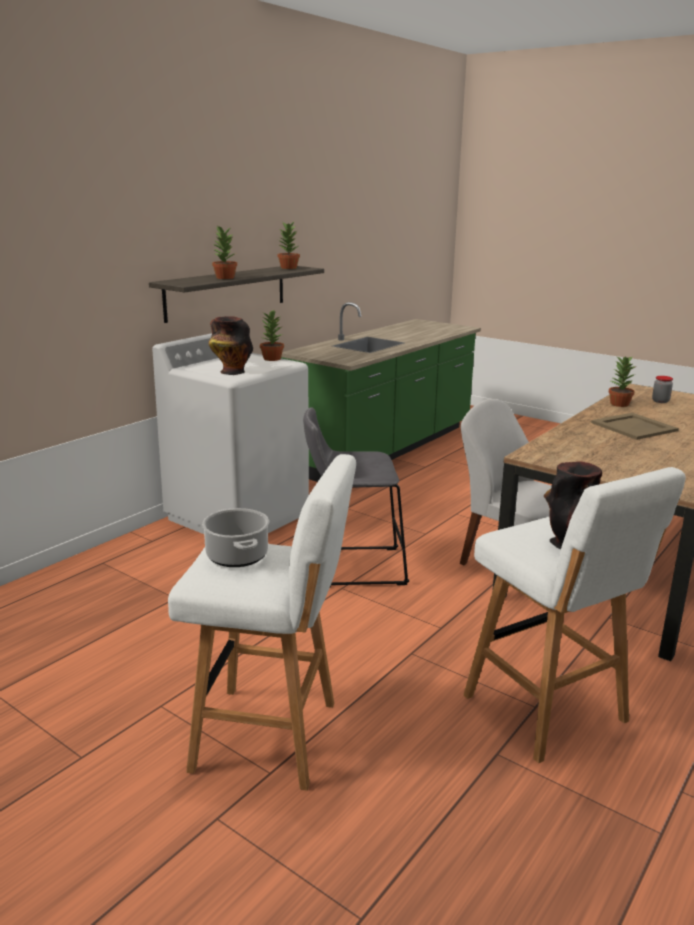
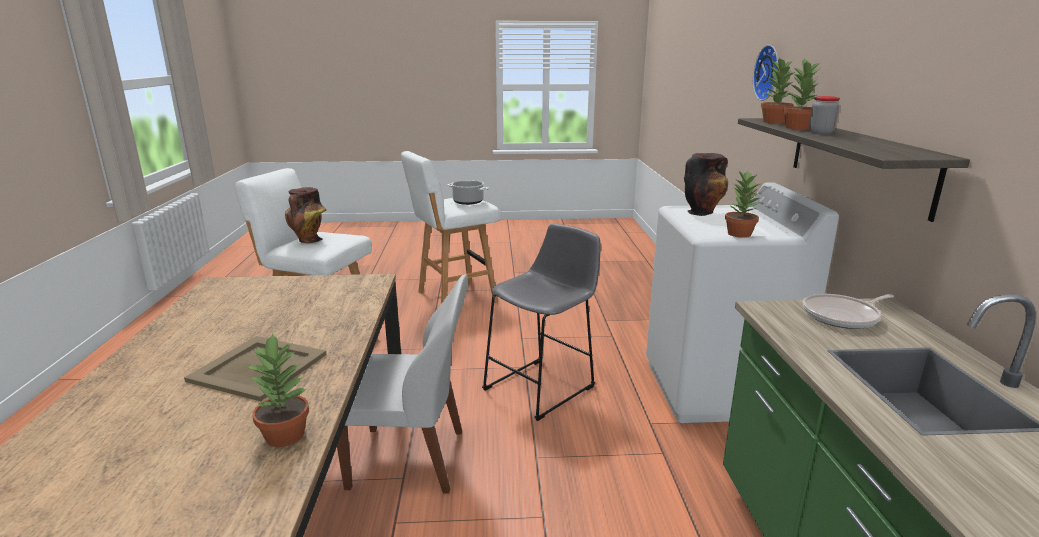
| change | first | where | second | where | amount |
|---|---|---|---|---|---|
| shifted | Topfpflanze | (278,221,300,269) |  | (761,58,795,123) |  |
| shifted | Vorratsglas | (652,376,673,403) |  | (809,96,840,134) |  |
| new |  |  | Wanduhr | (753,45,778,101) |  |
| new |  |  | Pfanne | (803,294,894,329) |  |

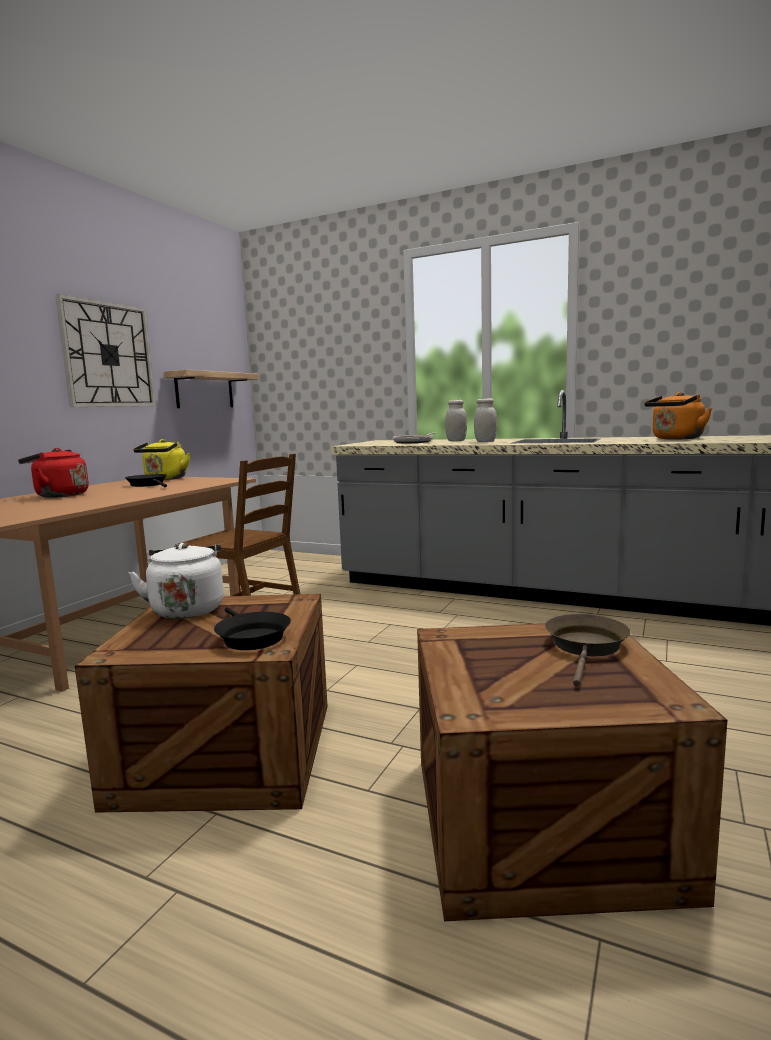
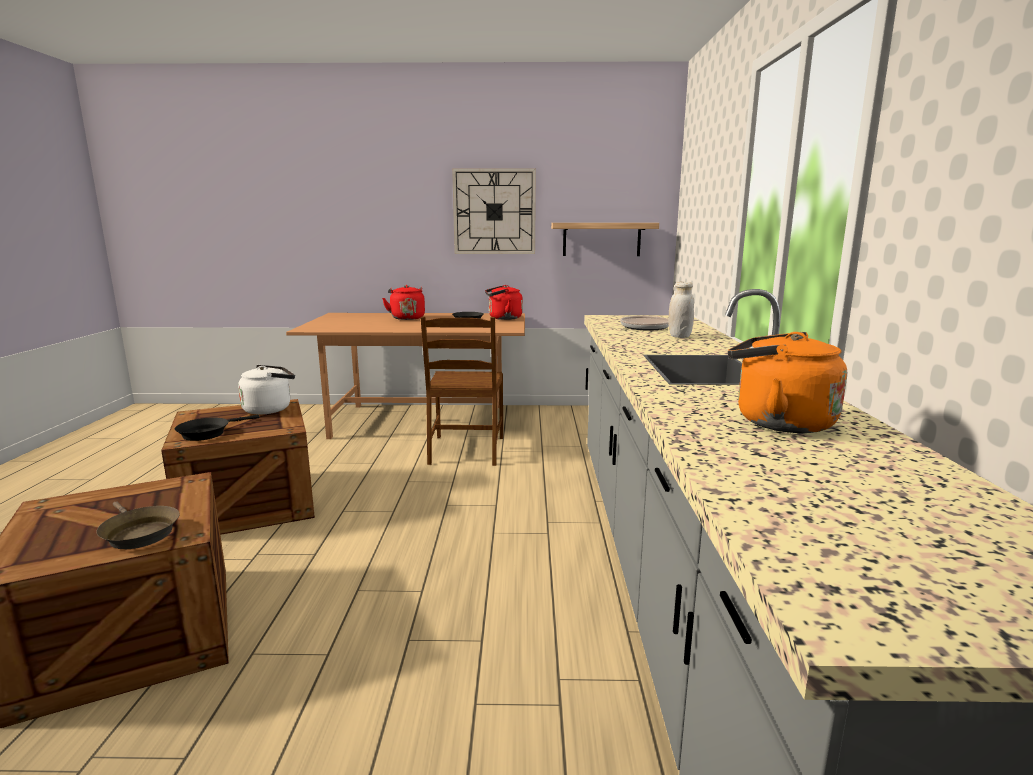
| change | first | where | second | where | amount |
|---|---|---|---|---|---|
| repainted | Wasserkessel [gelb] | (133,439,190,480) | Wasserkessel [rot] | (485,285,523,320) |  |
| gone | Vorratsglas [weiß] | (474,398,497,442) |  |  |  |
| rotated | Pfanne [braun] | (545,614,631,686) |  | (96,502,180,549) | 45 degrees clockwise |

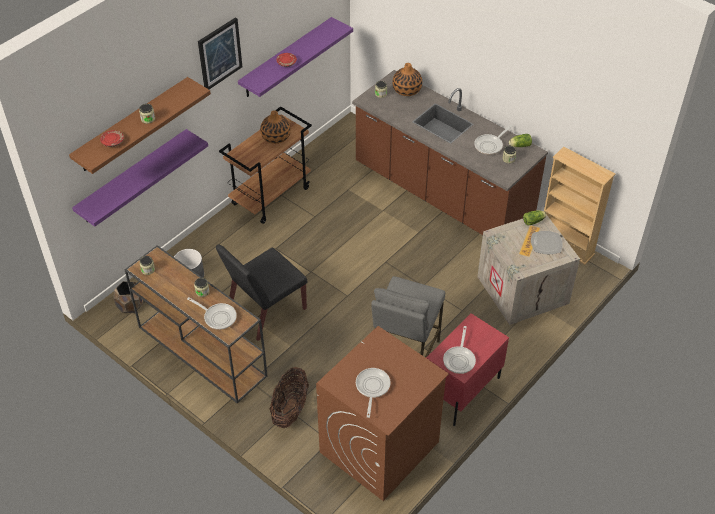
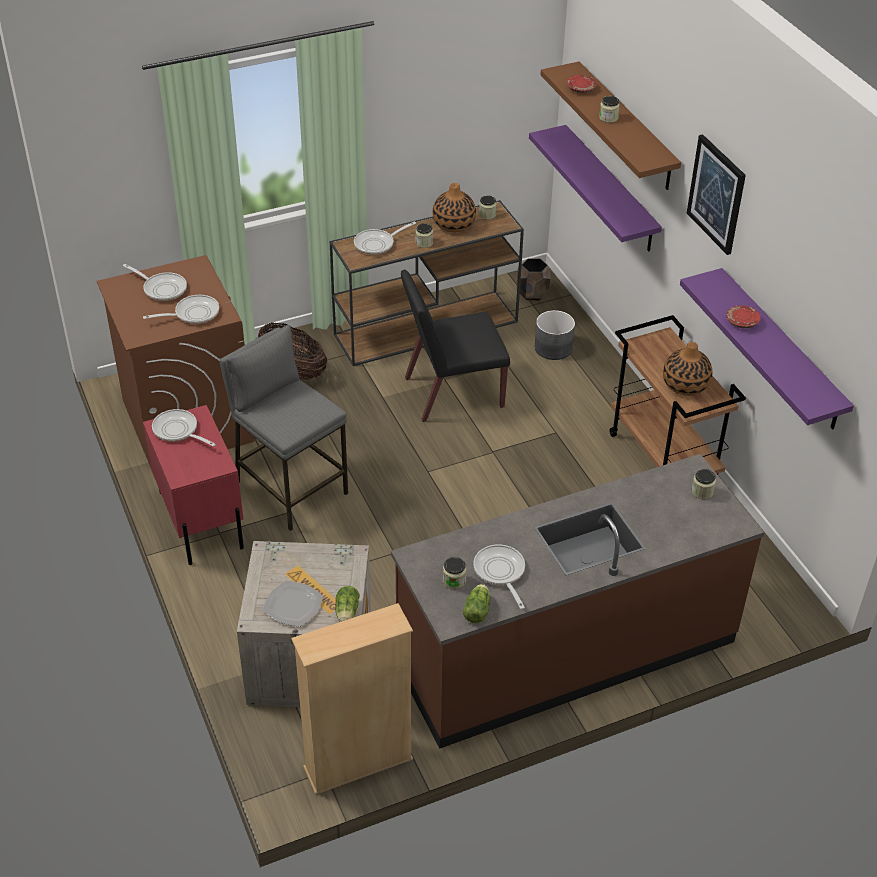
| change | first | where | second | where | amount |
|---|---|---|---|---|---|
| rotated | Stuhl [schwarz] | (216,244,308,341) |  | (401,270,510,422) | 90 degrees counterclockwise |
| shifted | Vase | (392,63,422,96) |  | (433,183,476,232) |  |
| new |  |  | Pfanne | (143,295,219,324) |  |

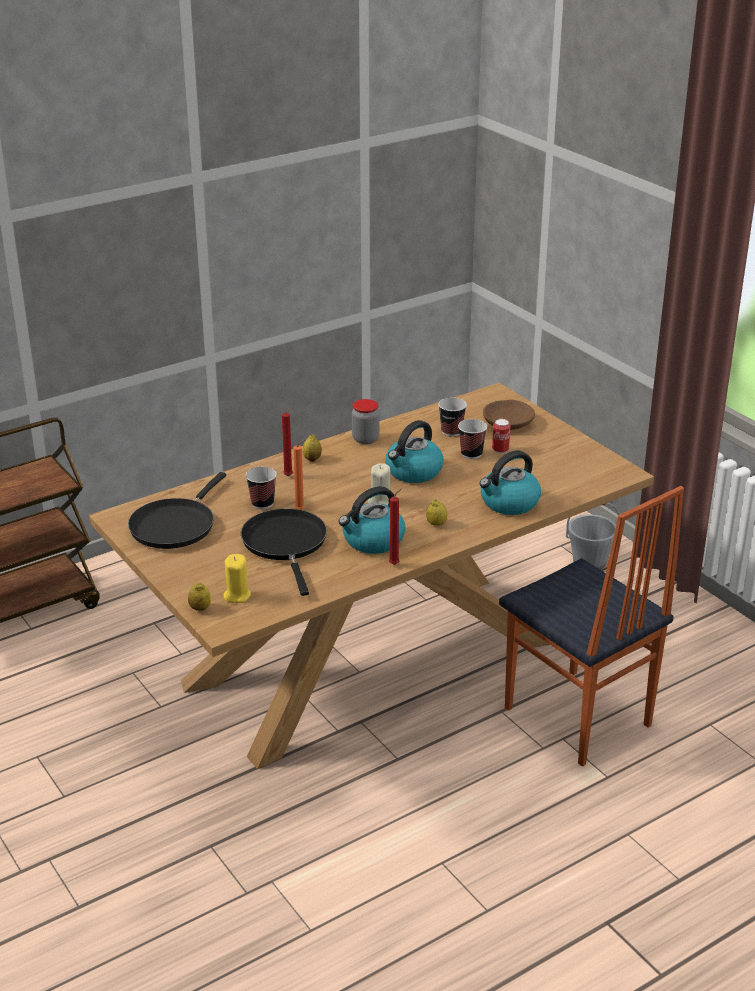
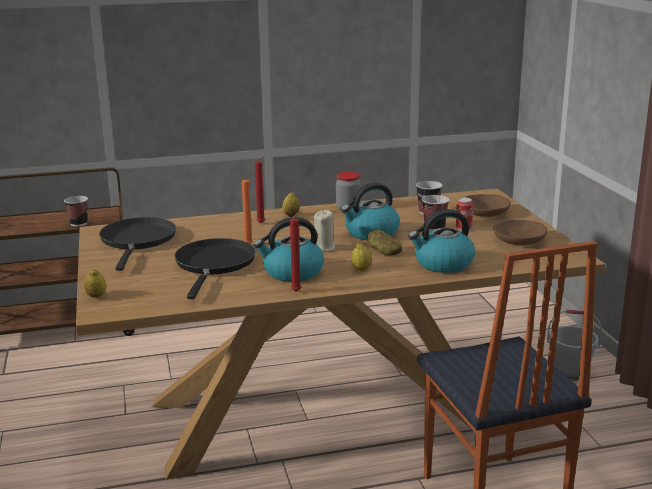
| change | first | where | second | where | amount |
|---|---|---|---|---|---|
| rotated | Pfanne [schwarz] | (128,472,226,549) |  | (99,217,176,271) | 135 degrees clockwise |
| gone | Kerze [gelb] | (224,554,251,603) |  |  |  |
| shifted | Tasse | (246,467,277,509) |  | (64,196,88,227) |  |
| new |  |  | Kartoffel | (367,230,402,255) |  |
| new |  |  | Schüssel [braun] | (493,219,548,245) |  |

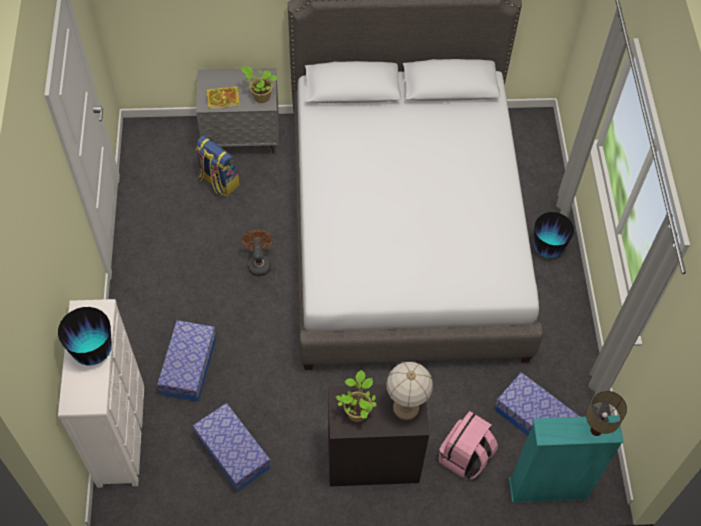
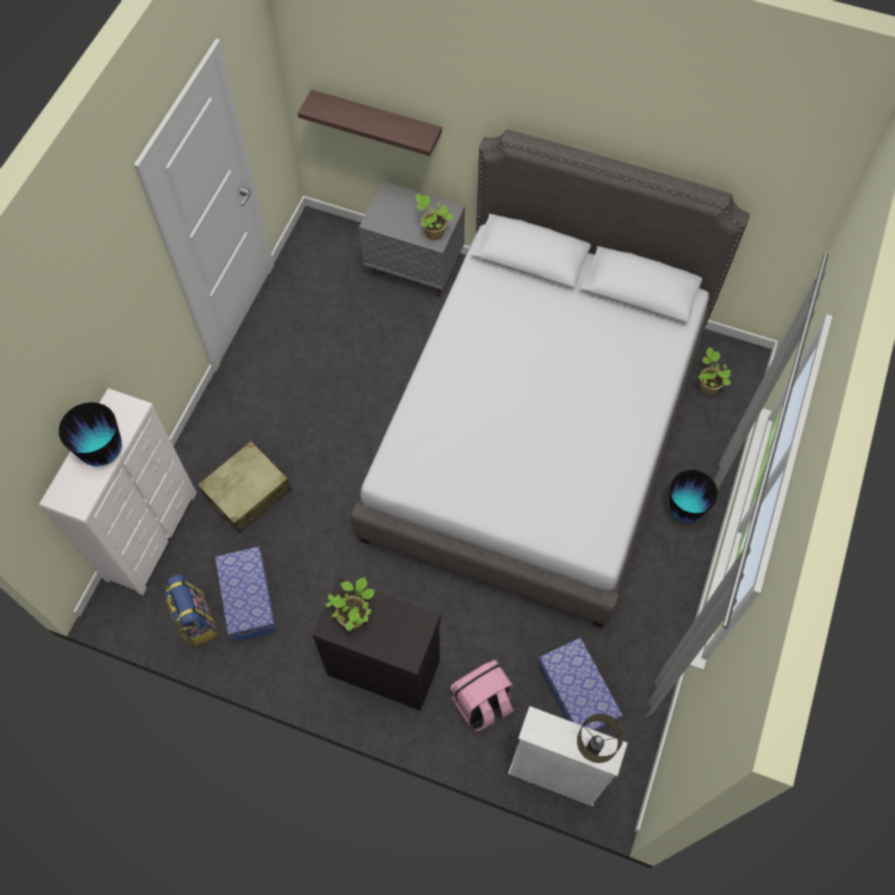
| change | first | where | second | where | amount |
|---|---|---|---|---|---|
| swapped | Aufbewahrungsbox | (157,320,216,401) | Koffer [beige] | (198,441,292,533) |  |
| shifted | Rucksack | (196,135,240,197) |  | (165,574,218,647) |  |
| gone | Buch | (206,86,239,109) |  |  |  |
| gone | Ventilator [braun] | (241,230,273,276) |  |  |  |
| gone | Tischlampe | (386,362,433,420) |  |  |  |
| repainted | Bücherregal [türkis] | (509,415,624,503) | Bücherregal [weiß] | (508,706,627,807) |  |
| new |  |  | Wandregal | (298,89,442,156) |  |
| new |  |  | Topfpflanze | (698,347,731,395) |  |

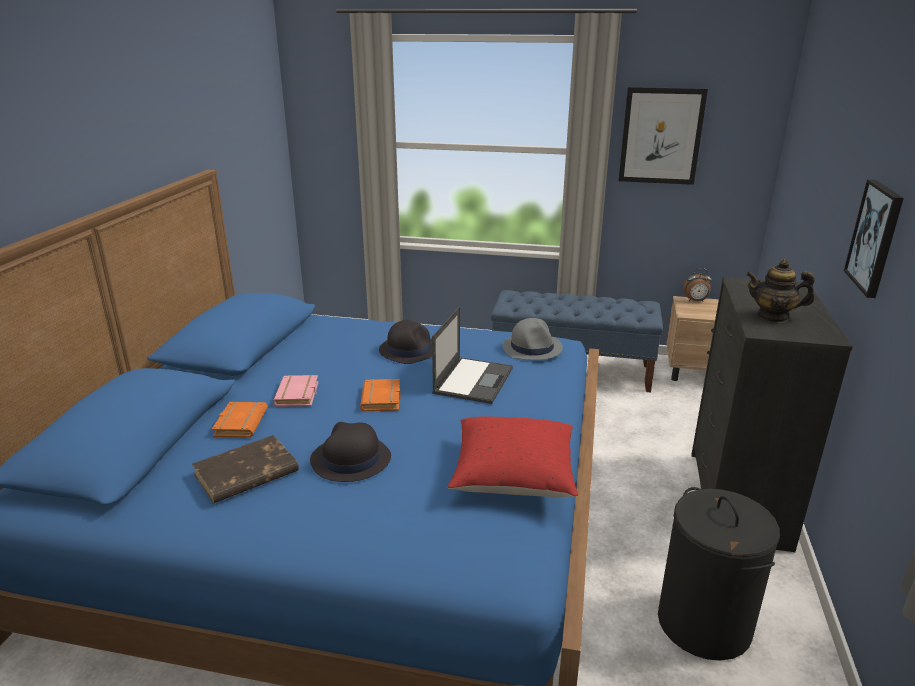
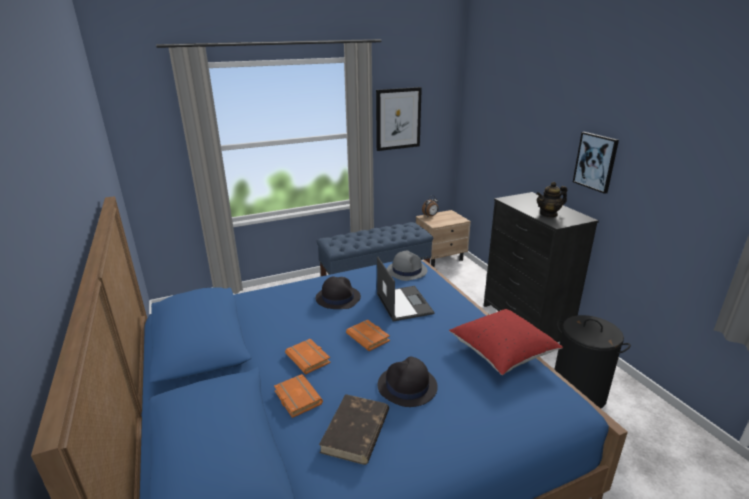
| change | first | where | second | where | amount |
|---|---|---|---|---|---|
| repainted | Buch [rosa] | (273,375,319,407) | Buch [orange] | (285,339,330,374) |  |

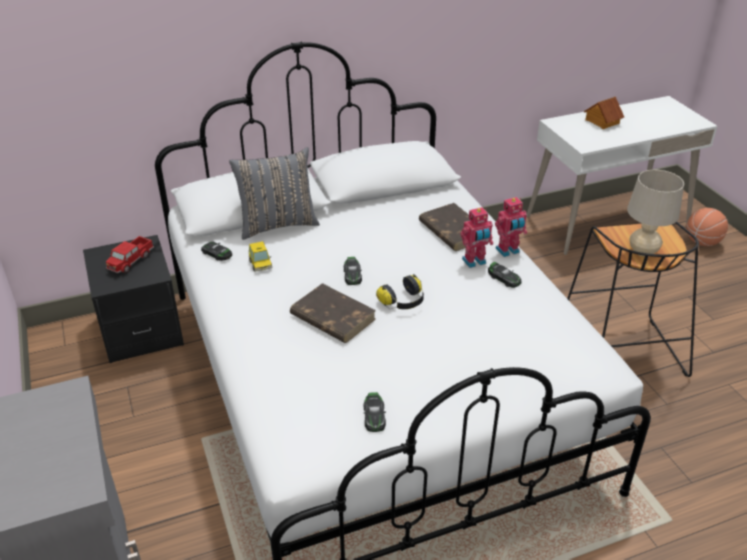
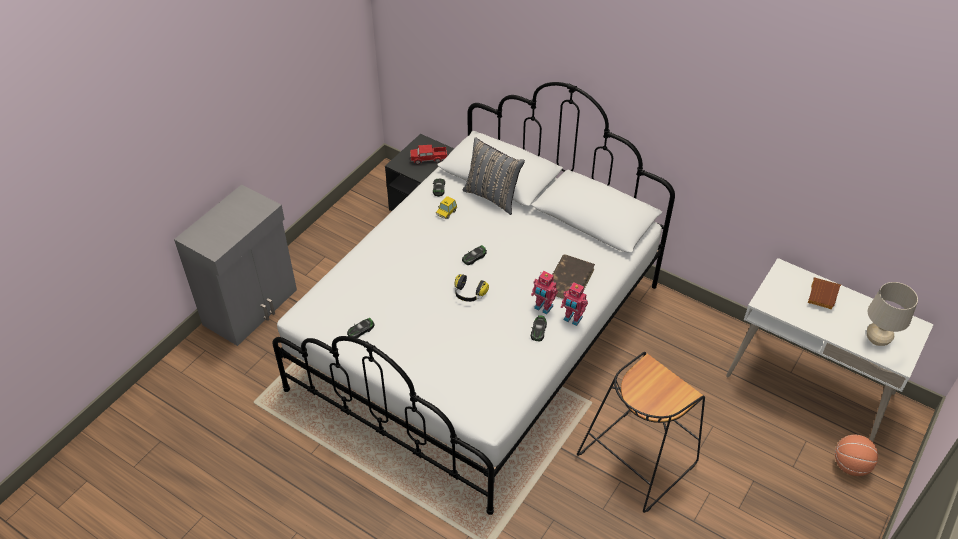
| change | first | where | second | where | amount |
|---|---|---|---|---|---|
| gone | Buch [braun] | (290,283,376,343) |  |  |  |
| shifted | Tischlampe [beige] | (627,170,684,257) |  | (867,282,918,346) |  |

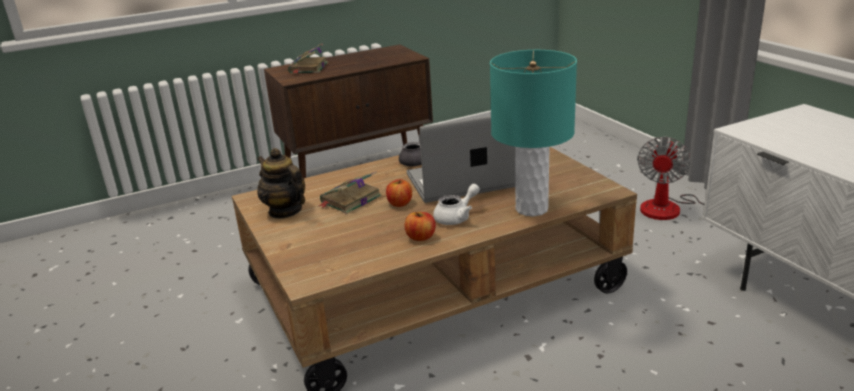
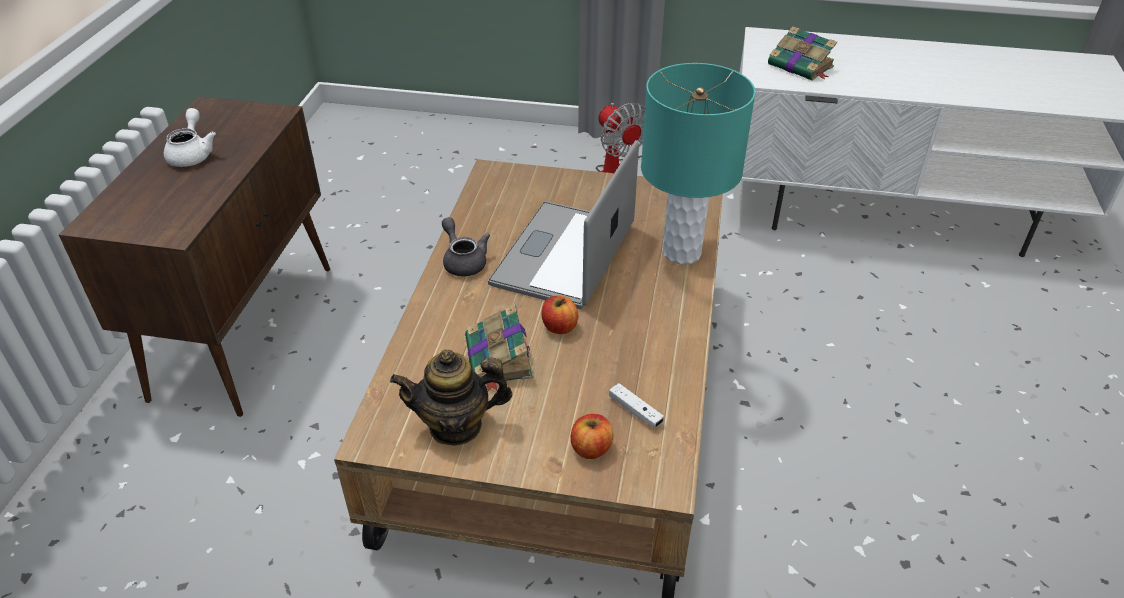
| change | first | where | second | where | amount |
|---|---|---|---|---|---|
| shifted | Buch | (288,43,328,74) |  | (768,26,837,80) |  |
| shifted | Apfel | (405,212,436,241) |  | (571,414,613,459) |  |
| shifted | Teekanne [weiß] | (433,184,480,225) |  | (164,108,216,167) |  |
| new |  |  | Gamepad [weiß] | (609,383,664,428) |  |

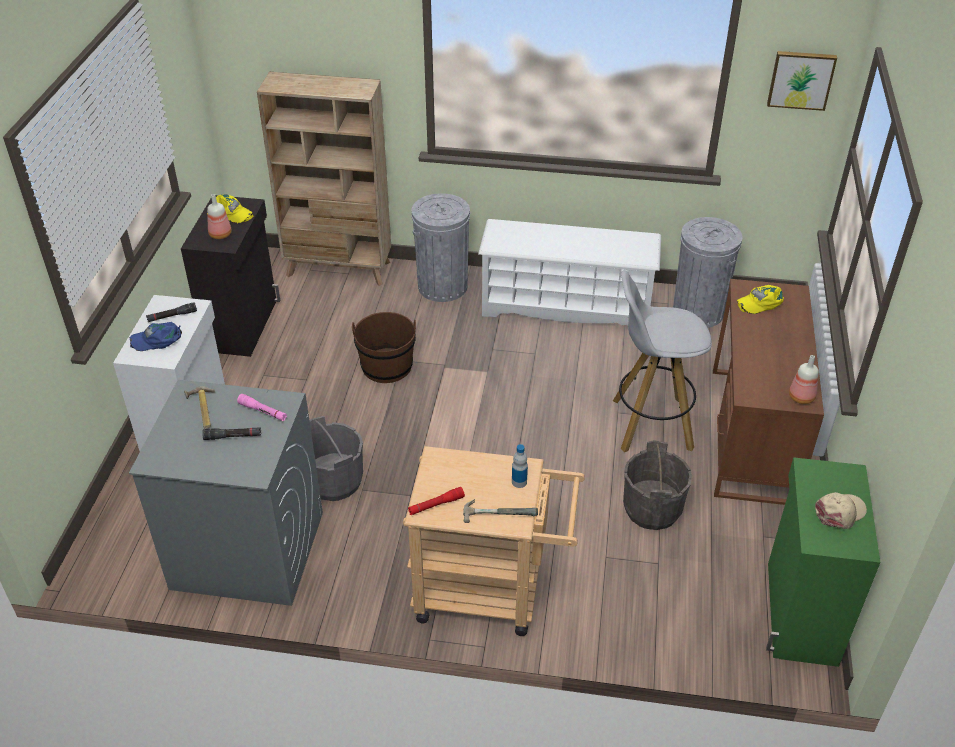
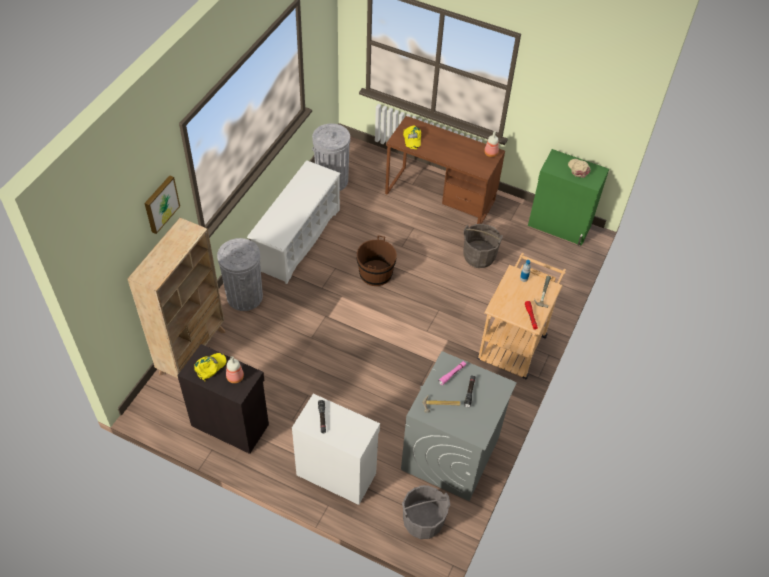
| change | first | where | second | where | amount |
|---|---|---|---|---|---|
| gone | Kappe [blau] | (129,322,182,351) |  |  |  |
| shifted | Eimer [grau] | (309,416,363,501) |  | (402,485,451,539) |  |
| shifted | Eimer [braun] | (352,312,416,383) |  | (357,236,397,286) |  |
| gone | Hocker [weiß] | (613,270,712,452) |  |  |  |
| shifted | Bild | (767,51,837,111) |  | (144,175,180,234) |  |

